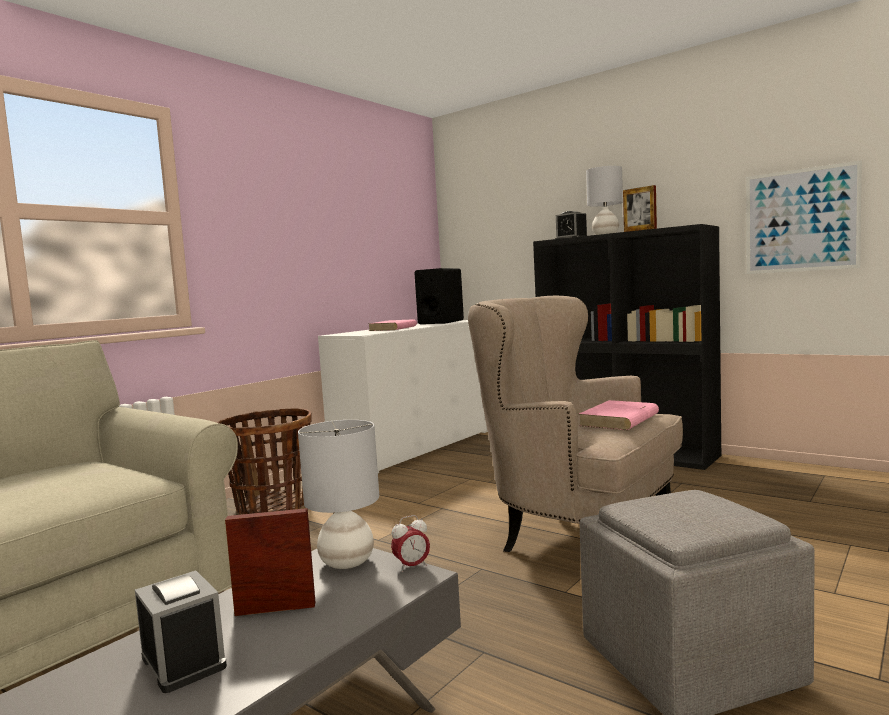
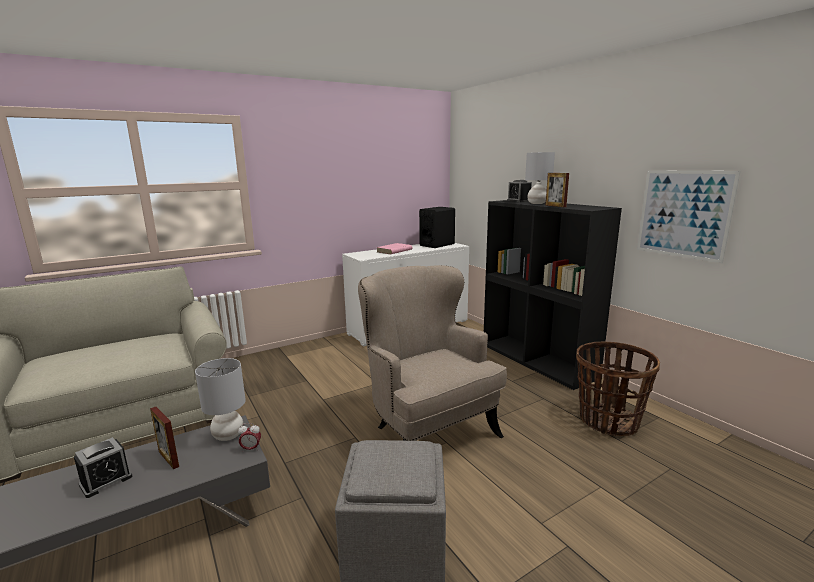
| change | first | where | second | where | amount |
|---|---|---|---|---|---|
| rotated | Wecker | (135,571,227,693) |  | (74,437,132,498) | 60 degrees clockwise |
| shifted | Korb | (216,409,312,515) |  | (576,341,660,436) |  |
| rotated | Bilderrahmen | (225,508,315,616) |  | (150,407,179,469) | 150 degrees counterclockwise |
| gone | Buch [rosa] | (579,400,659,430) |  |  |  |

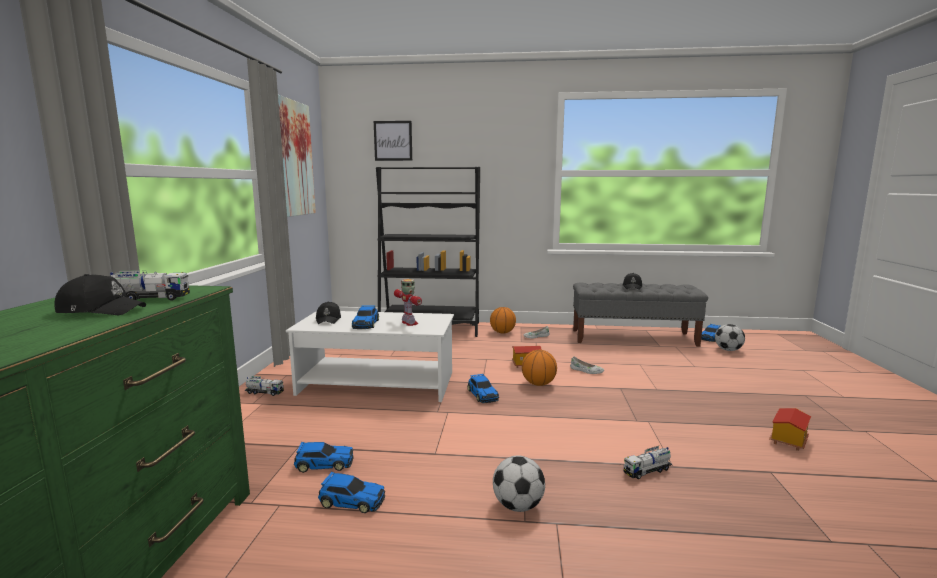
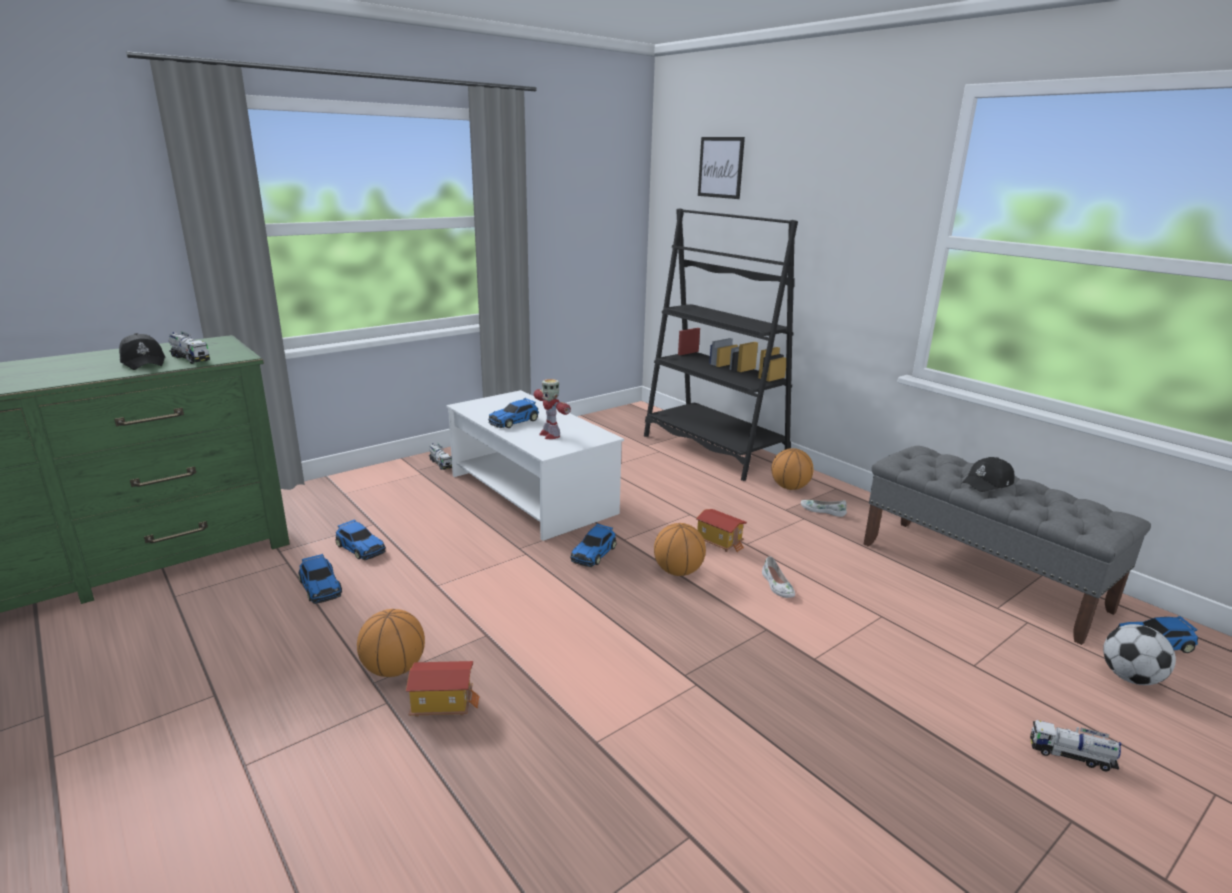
| change | first | where | second | where | amount |
|---|---|---|---|---|---|
| gone | Bild | (278,95,316,217) |  |  |  |
| gone | Kappe [schwarz] | (316,301,341,324) |  |  |  |
| rotated | Spielzeugroboter | (394,279,422,326) |  | (534,379,571,439) | 135 degrees clockwise |
| swapped | Fußball | (493,455,545,512) | Basketball | (357,609,425,677) |  |
| shifted | Spielzeuglaster | (623,446,672,479) |  | (1030,720,1121,772) |  |
| shifted | Spielzeughaus | (769,408,811,451) |  | (406,661,480,717) |  |

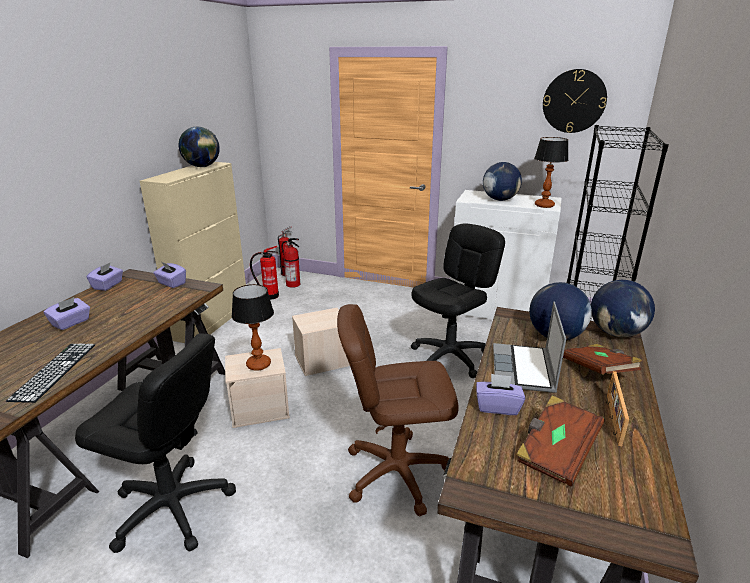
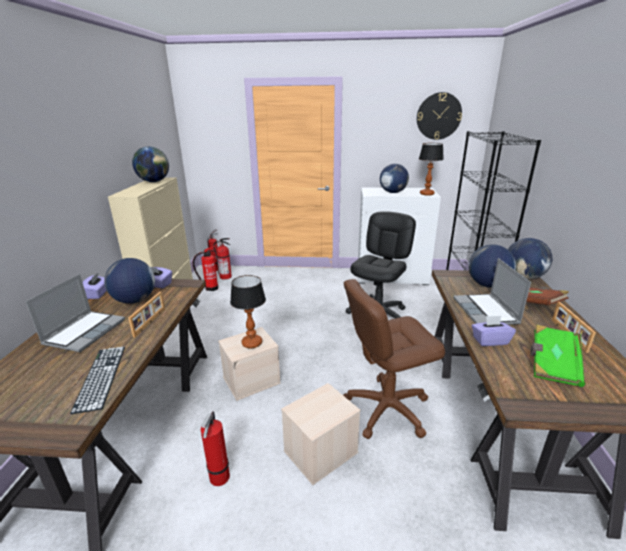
| change | first | where | second | where | amount |
|---|---|---|---|---|---|
| swapped | Taschentuchbox [lila] | (44,297,90,330) | Laptop | (25,274,125,352) |  |
| swapped | Bürostuhl [schwarz] | (75,333,236,553) | Feuerlöscher | (201,411,230,486) |  |
| shifted | Aufbewahrungsbox [beige] | (292,308,350,376) |  | (281,383,361,485) |  |
| repainted | Buch [braun] | (516,395,605,487) | Buch [grün] | (530,325,585,387) |  |
| new |  |  | Globus | (104,258,155,304) |  |
| new |  |  | Bilderrahmen | (128,292,165,337) |  |

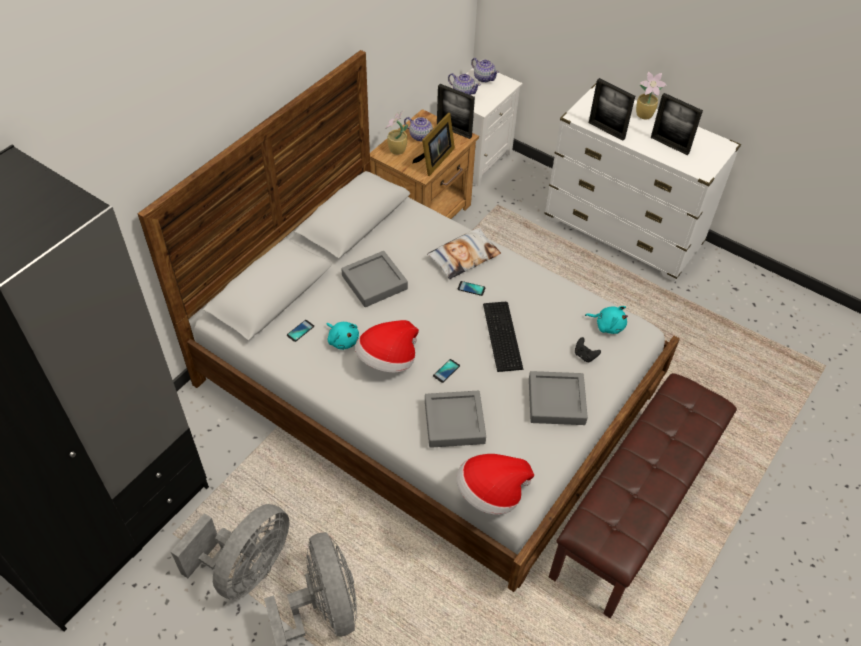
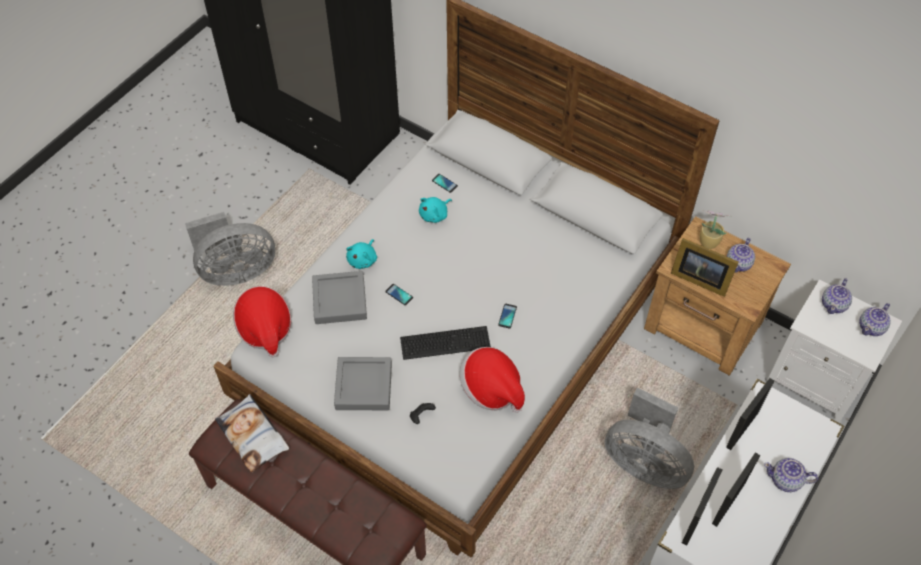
| change | first | where | second | where | amount |
|---|---|---|---|---|---|
| shifted | Ventilator [grau] | (171,504,289,600) |  | (605,387,694,489) |  |
| gone | Tablett [grau] | (341,251,408,307) |  |  |  |
| shifted | Hut | (355,320,419,373) |  | (460,347,525,413) |  |
| shifted | Kissen | (427,228,501,279) |  | (215,394,289,473) |  |
| shifted | Bilderrahmen | (437,84,475,139) |  | (682,467,722,545) |  |
| shifted | Plüschtier [türkis] | (585,306,628,334) |  | (346,239,377,269) |  |
| swapped | Topfpflanze | (636,71,667,119) | Teekanne | (764,458,818,492) |  |

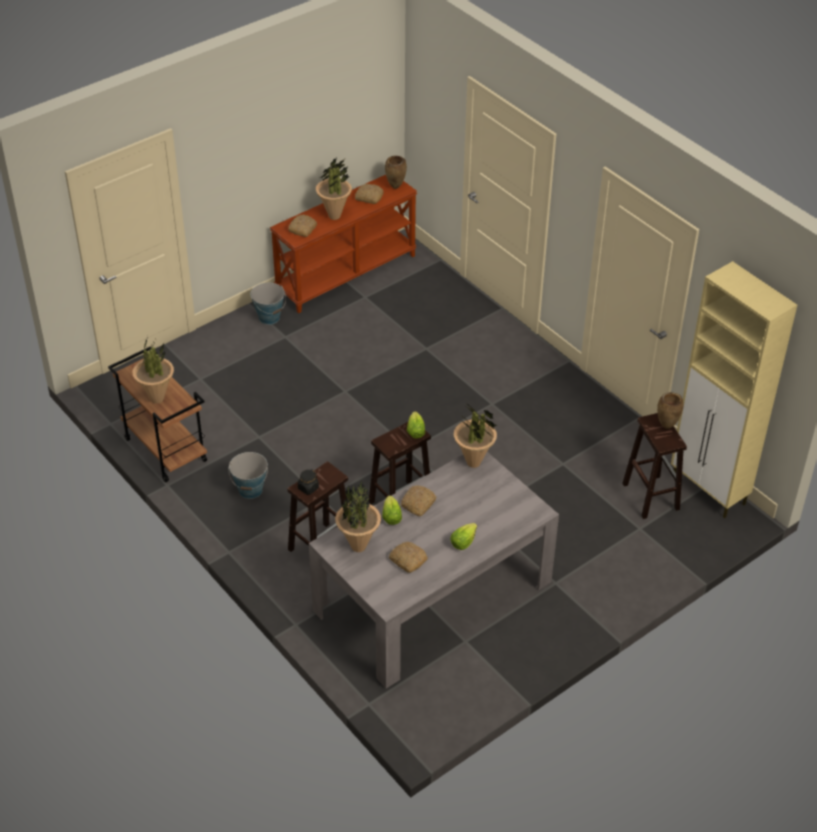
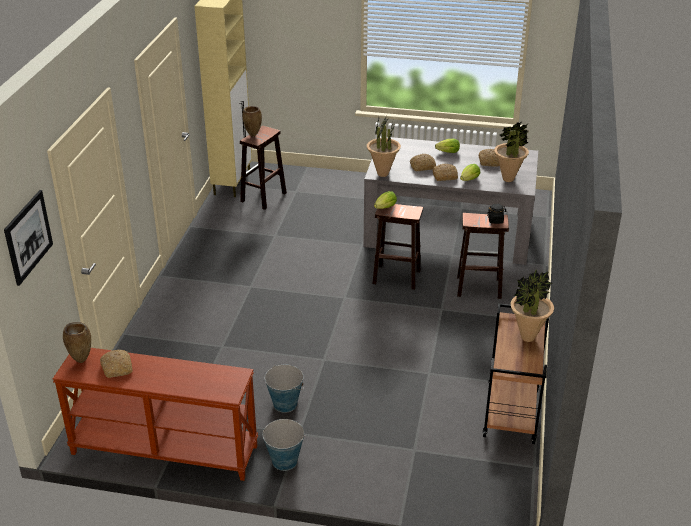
| change | first | where | second | where | amount |
|---|---|---|---|---|---|
| shifted | Eimer | (229,452,268,499) |  | (265,365,304,413) |  |
| shifted | Brot | (288,215,317,237) |  | (410,154,436,171) |  |
| gone | Topfpflanze | (316,158,352,220) |  |  |  |
| new |  |  | Bild | (4,190,53,286) |  |

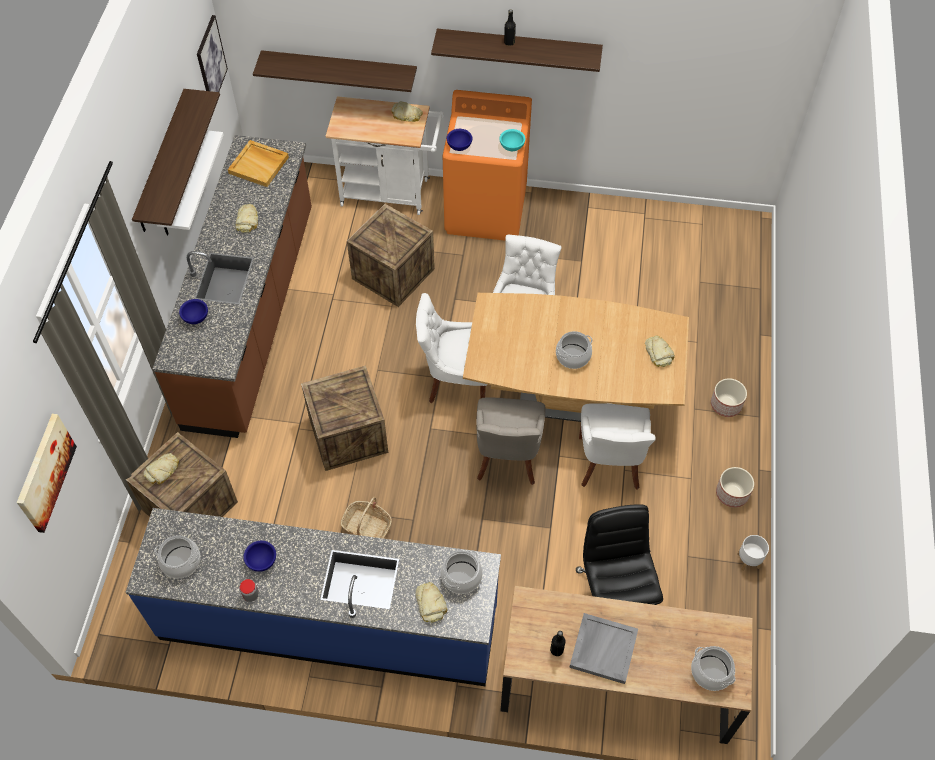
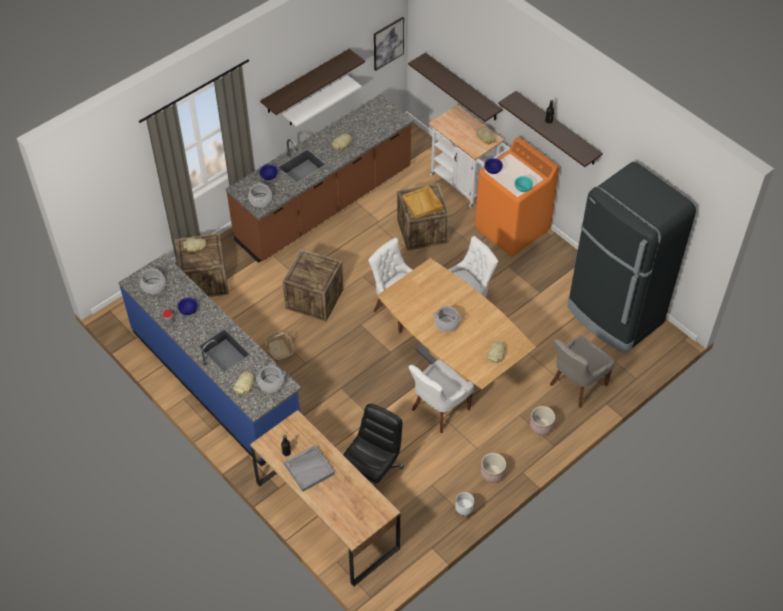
| change | first | where | second | where | amount |
|---|---|---|---|---|---|
| gone | Bild | (17,414,77,533) |  |  |  |
| shifted | Tablett [beige] | (228,140,289,187) |  | (402,186,443,219) |  |
| shifted | Stuhl [grau] | (476,397,546,485) |  | (550,335,615,408) |  |
| shifted | Kochtopf | (691,646,735,691) |  | (248,182,272,208) |  |
| new |  |  | Kühlschrank [schwarz] | (567,162,696,354) |  |

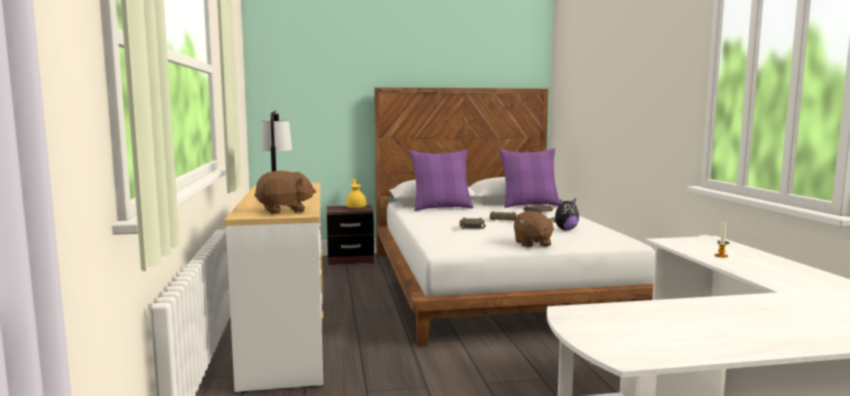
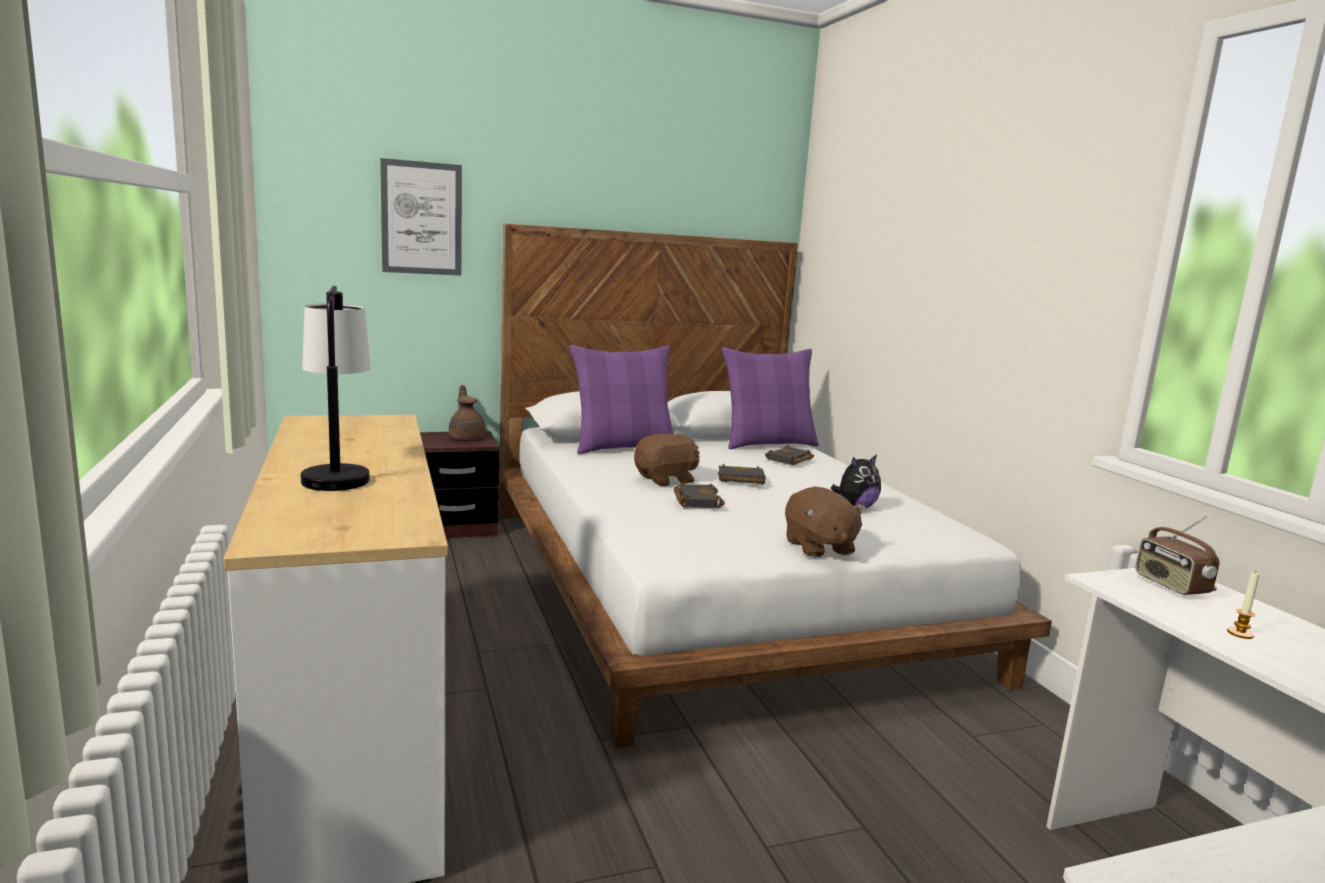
| change | first | where | second | where | amount |
|---|---|---|---|---|---|
| shifted | Plüschtier [braun] | (254,171,316,214) |  | (634,433,700,486) |  |
| repainted | Teekanne [gelb] | (346,179,367,209) | Teekanne [braun] | (449,385,486,440) |  |
| new |  |  | Bild | (380,158,462,275) |  |
| new |  |  | Radio | (1136,516,1219,595) |  |

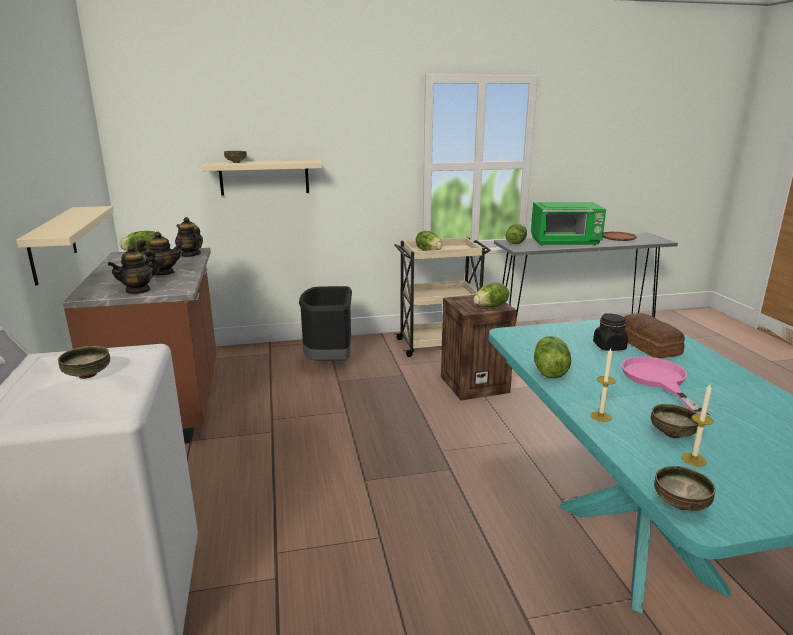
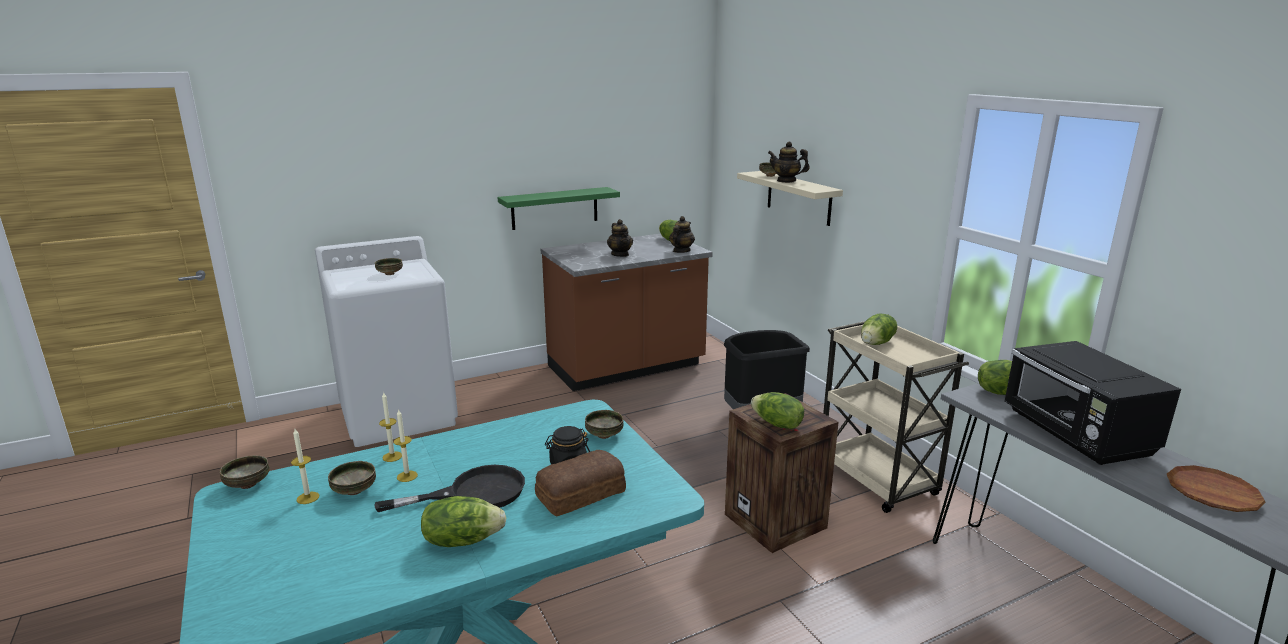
| change | first | where | second | where | amount |
|---|---|---|---|---|---|
| repainted | Wandregal [beige] | (17,206,114,286) | Wandregal [grün] | (497,187,620,230) |  |
| shifted | Teekanne | (108,245,160,294) |  | (768,141,810,183) |  |
| repainted | Mikrowelle [grün] | (531,202,606,246) | Mikrowelle [schwarz] | (1004,341,1181,465) |  |
| shifted | Salatkopf | (534,336,571,378) |  | (421,496,506,547) |  |
| repainted | Pfanne [rosa] | (622,356,711,417) | Pfanne [schwarz] | (374,465,525,512) |  |
| new |  |  | Kerze | (394,409,418,482) |  |
| new |  |  | Schüssel | (585,410,624,439) |  |

